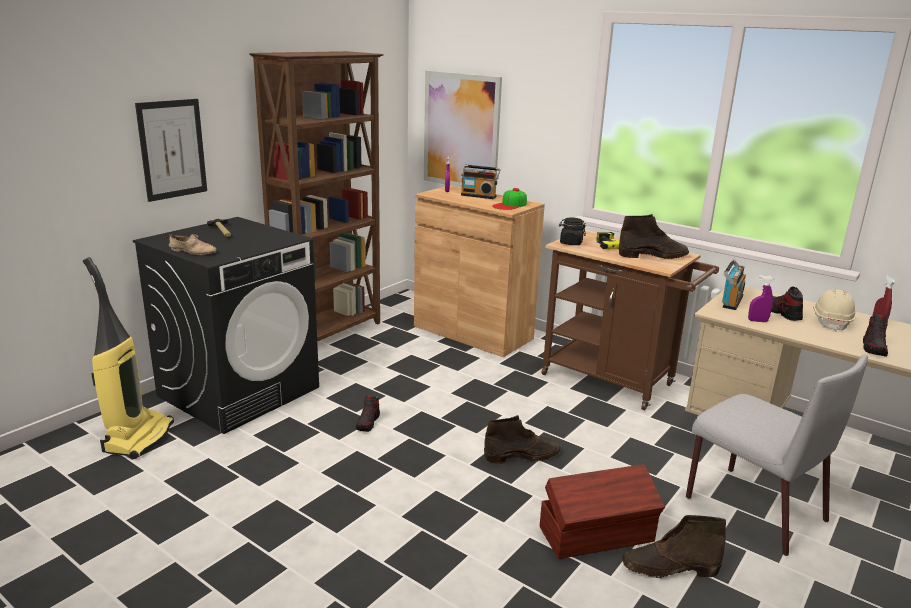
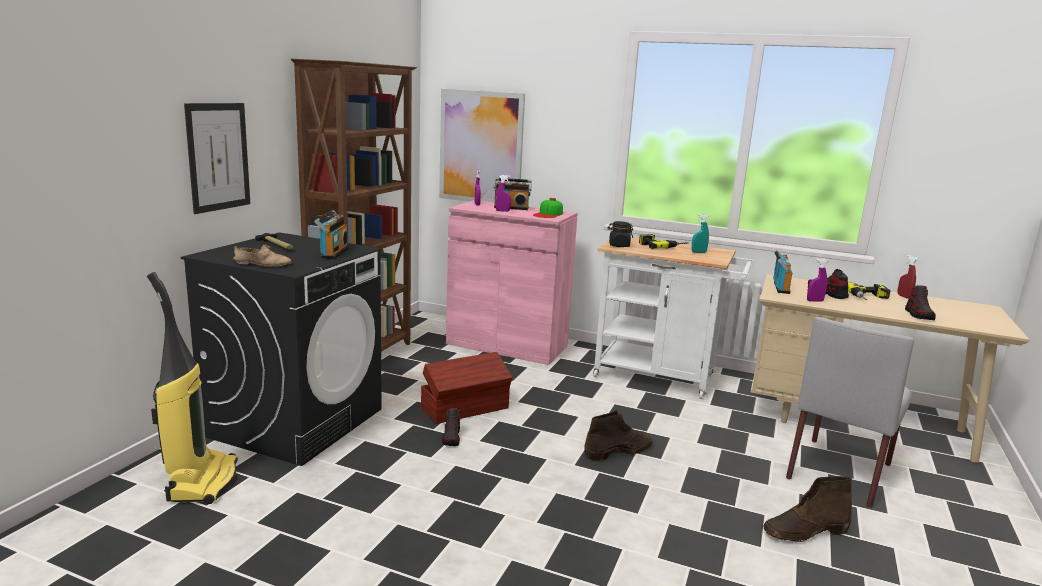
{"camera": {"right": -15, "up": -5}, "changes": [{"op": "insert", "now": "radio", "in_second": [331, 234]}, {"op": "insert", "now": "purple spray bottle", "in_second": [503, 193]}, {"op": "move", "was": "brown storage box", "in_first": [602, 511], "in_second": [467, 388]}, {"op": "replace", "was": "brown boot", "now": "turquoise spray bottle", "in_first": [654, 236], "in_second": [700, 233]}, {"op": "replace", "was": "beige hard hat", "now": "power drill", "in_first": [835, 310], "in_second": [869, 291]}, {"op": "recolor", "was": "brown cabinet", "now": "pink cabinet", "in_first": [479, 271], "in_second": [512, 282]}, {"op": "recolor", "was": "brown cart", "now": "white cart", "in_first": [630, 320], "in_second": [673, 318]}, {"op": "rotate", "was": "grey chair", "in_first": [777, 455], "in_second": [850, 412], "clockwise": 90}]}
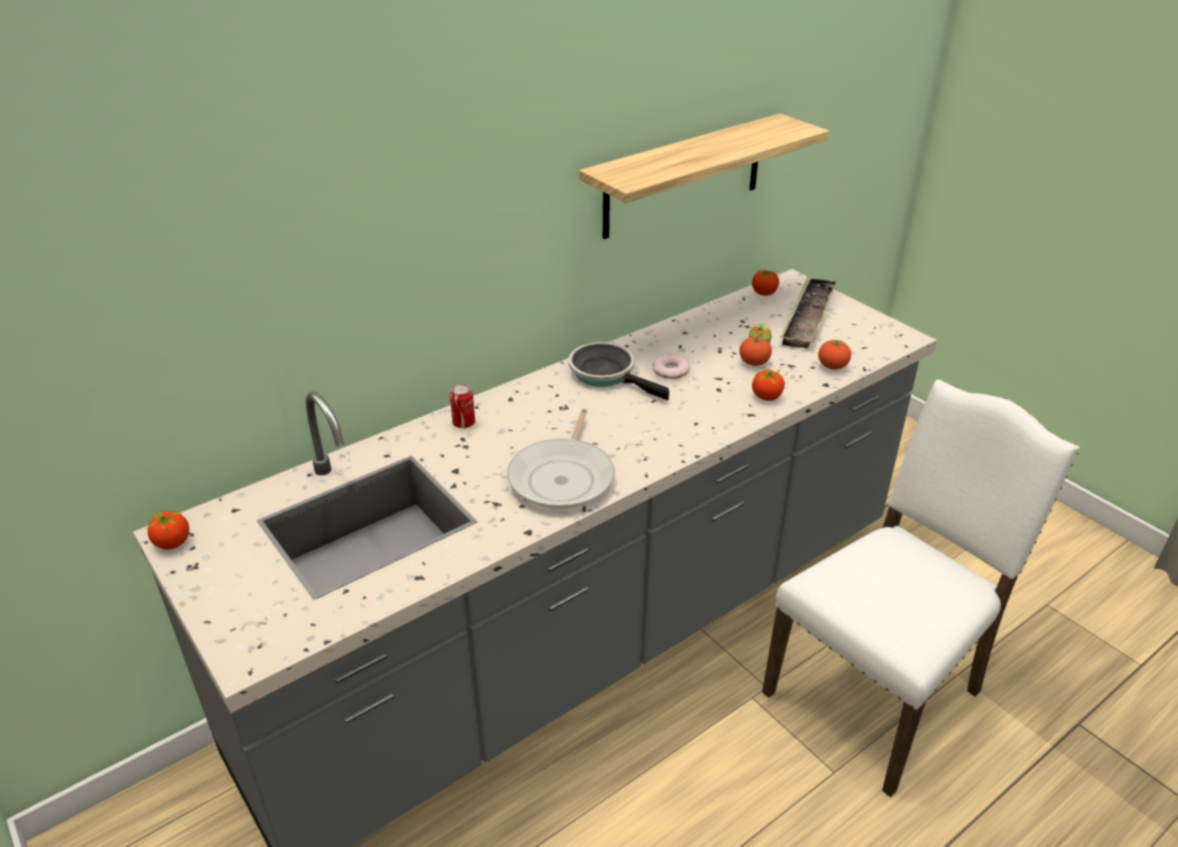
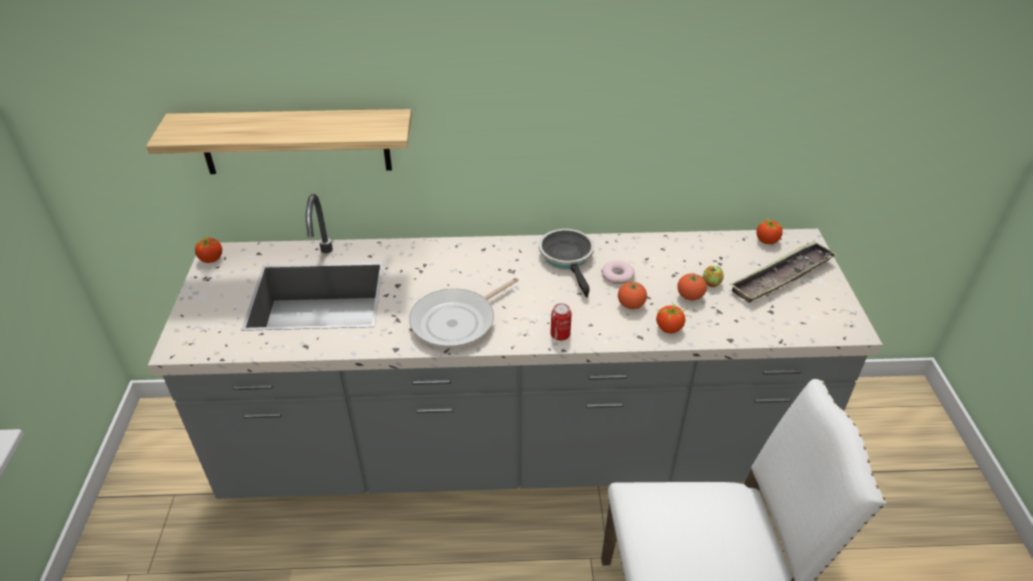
{"camera": {"right": 35, "up": 5}, "changes": [{"op": "move", "was": "can", "in_first": [462, 406], "in_second": [561, 322]}, {"op": "move", "was": "shelf", "in_first": [704, 176], "in_second": [279, 141]}, {"op": "move", "was": "tomato", "in_first": [834, 354], "in_second": [632, 295]}]}
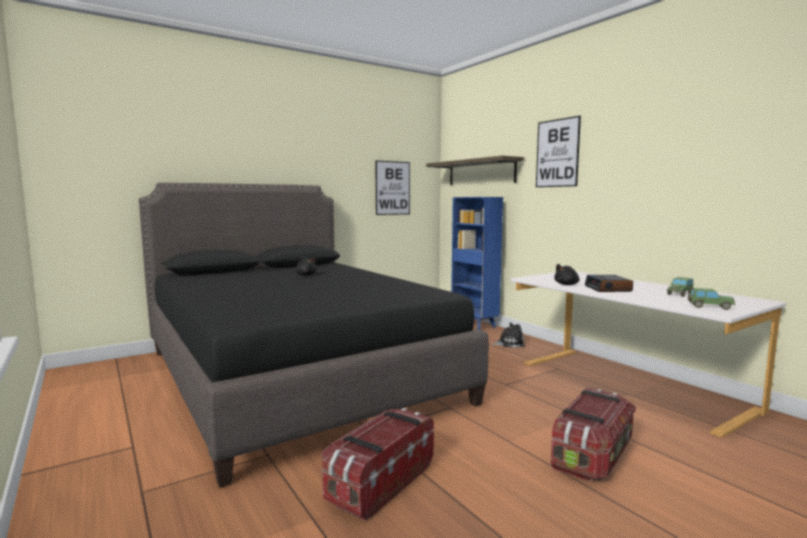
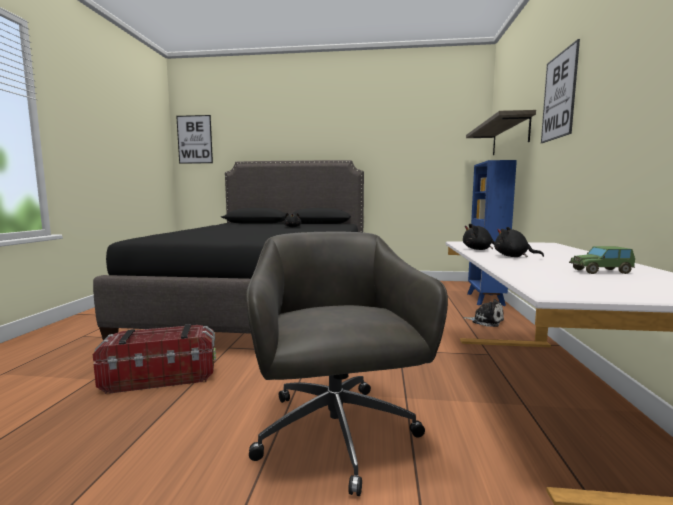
{"camera": {"right": 40, "up": 0}, "changes": [{"op": "delete", "was": "toy car", "in_first": [711, 299]}, {"op": "move", "was": "picture", "in_first": [392, 187], "in_second": [194, 139]}, {"op": "replace", "was": "storage box", "now": "grey office chair", "in_first": [593, 434], "in_second": [347, 364]}, {"op": "replace", "was": "alarm clock", "now": "black plush toy", "in_first": [609, 283], "in_second": [519, 242]}]}
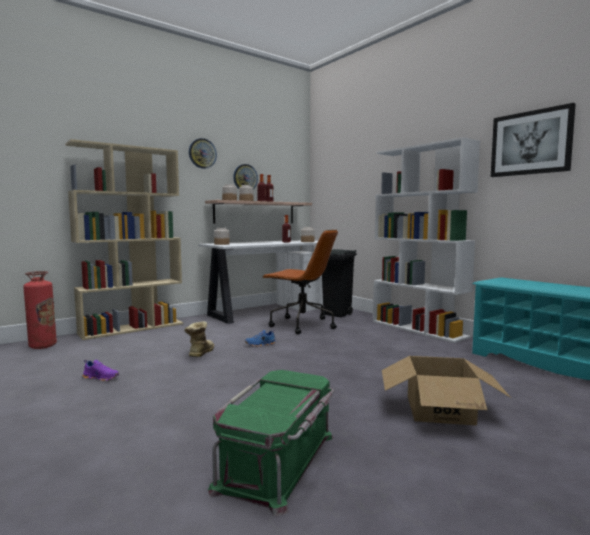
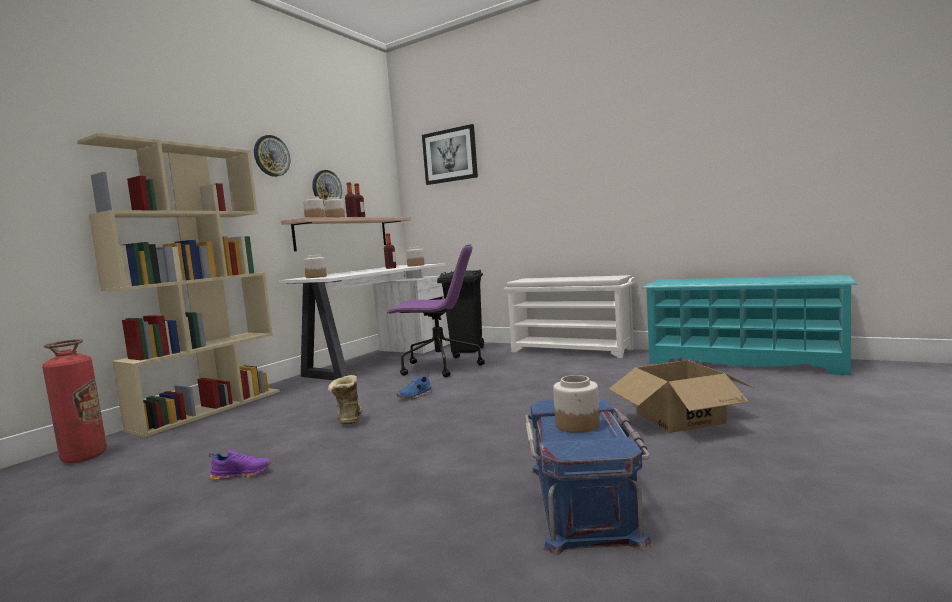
{"camera": {"right": -20, "up": 0}, "changes": [{"op": "insert", "now": "jar", "in_second": [576, 404]}, {"op": "move", "was": "picture", "in_first": [533, 140], "in_second": [450, 154]}, {"op": "replace", "was": "white bookcase", "now": "white shoe rack", "in_first": [426, 240], "in_second": [569, 316]}, {"op": "recolor", "was": "green storage box", "now": "blue storage box", "in_first": [271, 443], "in_second": [588, 477]}, {"op": "recolor", "was": "brown office chair", "now": "purple office chair", "in_first": [300, 281], "in_second": [436, 310]}]}
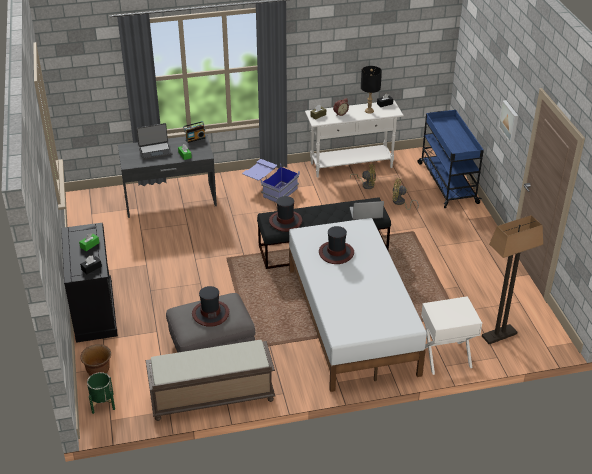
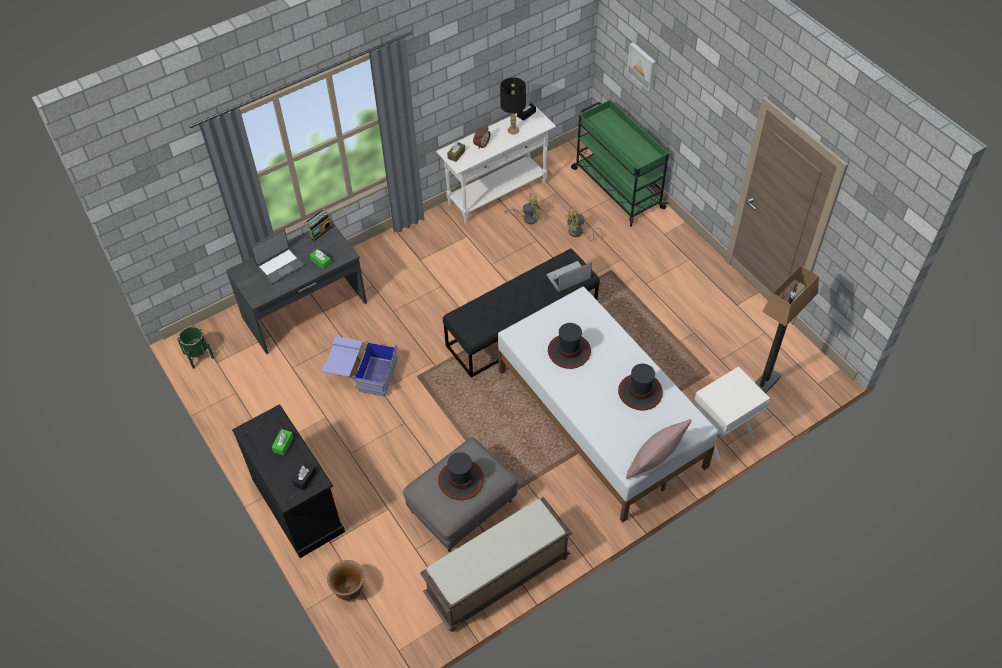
{"camera": {"right": -20, "up": 15}, "changes": [{"op": "insert", "now": "pink pillow", "in_second": [659, 449]}, {"op": "move", "was": "green planter", "in_first": [101, 393], "in_second": [195, 347]}, {"op": "move", "was": "blue storage box", "in_first": [271, 181], "in_second": [360, 366]}, {"op": "move", "was": "hat", "in_first": [285, 214], "in_second": [640, 387]}, {"op": "move", "was": "picture", "in_first": [508, 121], "in_second": [641, 66]}, {"op": "recolor", "was": "blue cart", "now": "green cart", "in_first": [451, 159], "in_second": [620, 163]}]}
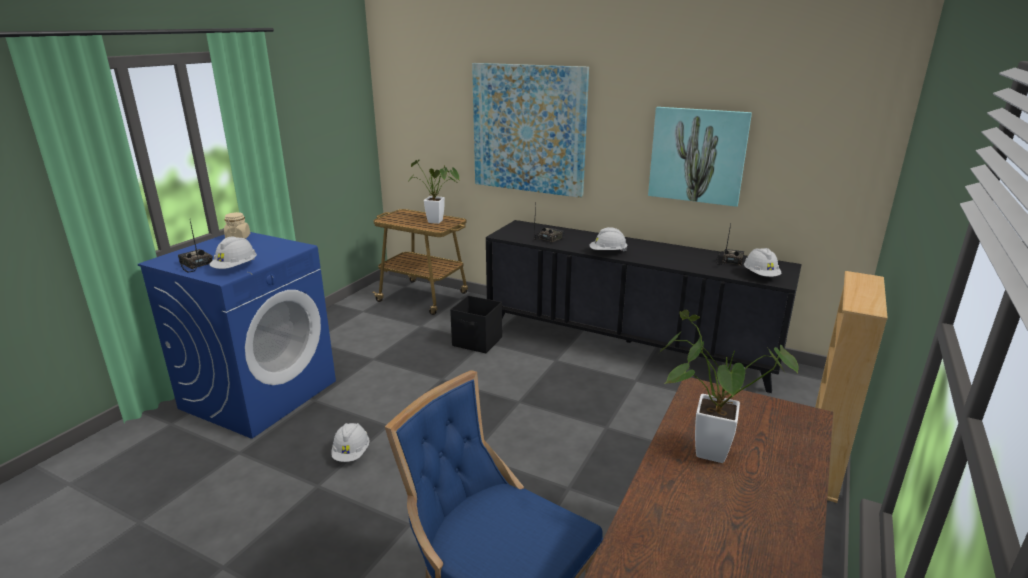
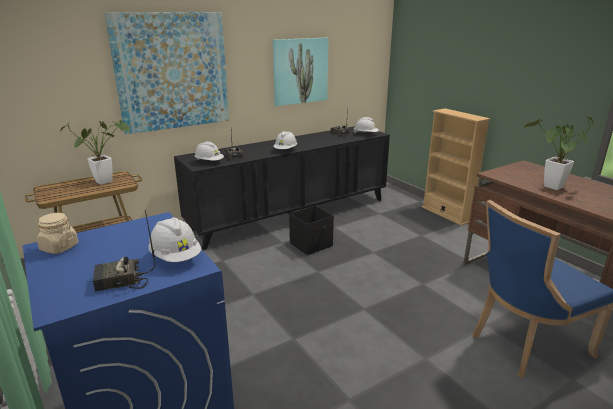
{"camera": {"right": -60, "up": 0}, "changes": [{"op": "move", "was": "white hard hat", "in_first": [350, 442], "in_second": [209, 151]}, {"op": "move", "was": "black storage box", "in_first": [476, 324], "in_second": [311, 230]}]}
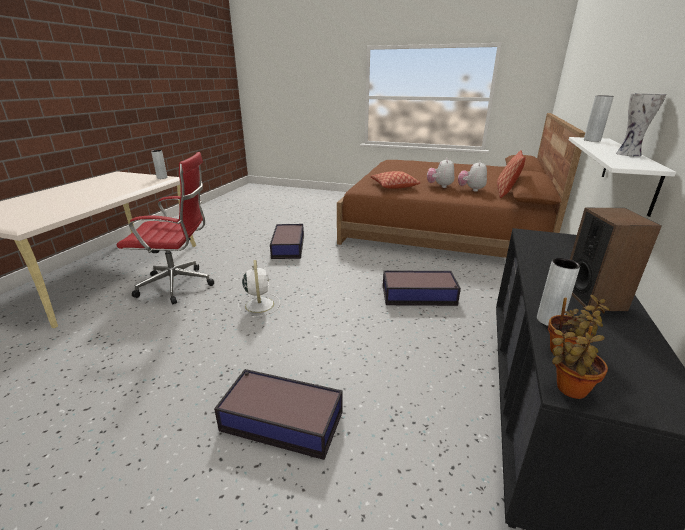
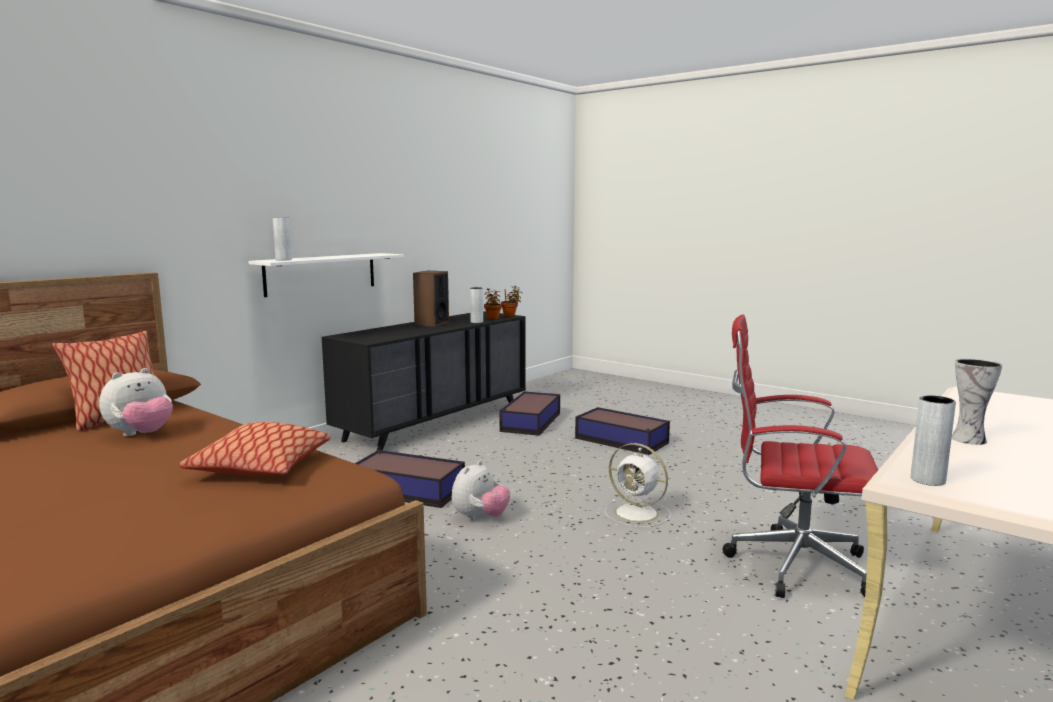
{"camera": {"right": -160, "up": -15}, "changes": [{"op": "move", "was": "storage box", "in_first": [287, 241], "in_second": [529, 413]}, {"op": "move", "was": "plush toy", "in_first": [440, 173], "in_second": [481, 490]}, {"op": "move", "was": "vase", "in_first": [641, 124], "in_second": [977, 401]}, {"op": "rotate", "was": "white fan", "in_first": [259, 289], "in_second": [637, 485], "clockwise": -60}]}
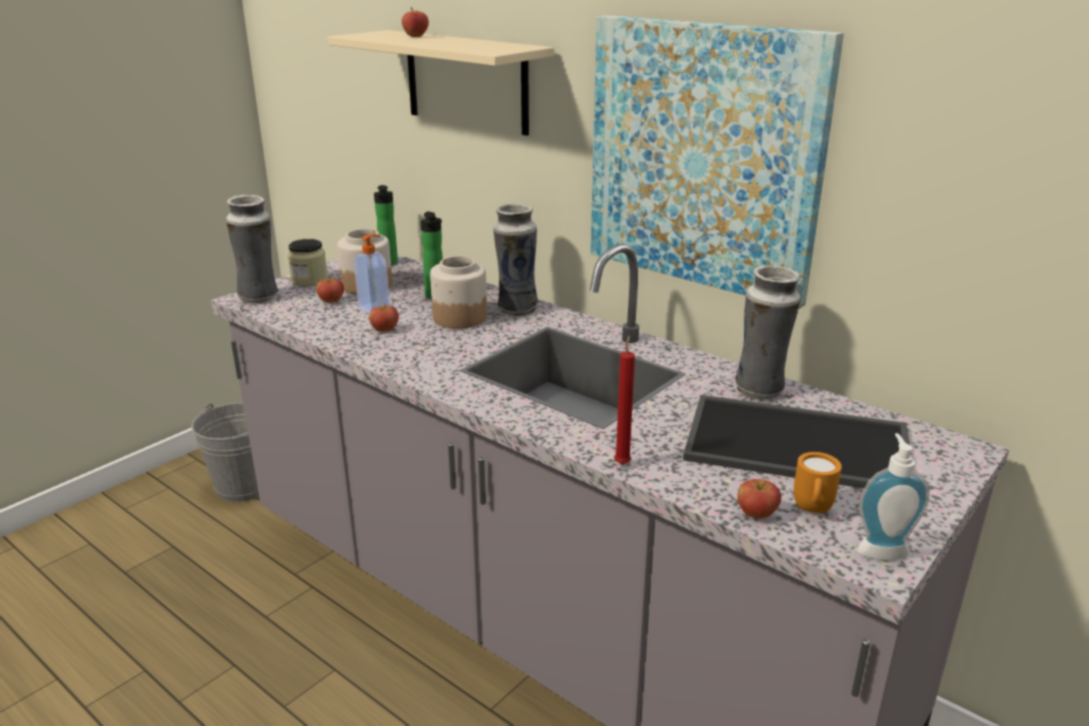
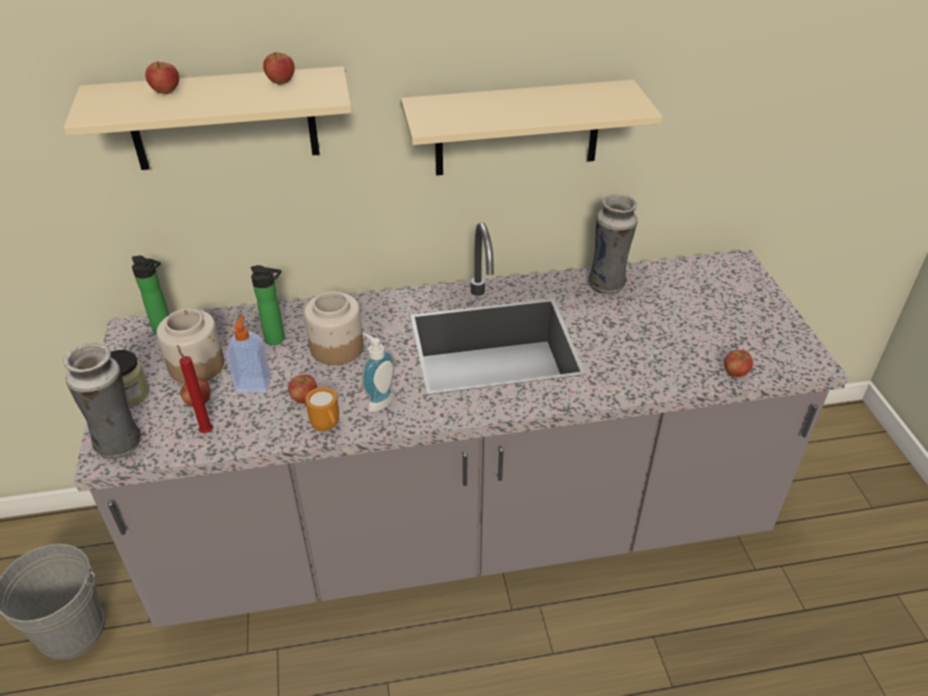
{"camera": {"right": -50, "up": 15}, "changes": [{"op": "delete", "was": "vase", "in_first": [515, 260]}, {"op": "delete", "was": "tray", "in_first": [797, 442]}, {"op": "insert", "now": "apple", "in_second": [279, 68]}, {"op": "move", "was": "red candle", "in_first": [624, 400], "in_second": [195, 389]}, {"op": "move", "was": "orange mug", "in_first": [818, 482], "in_second": [322, 409]}, {"op": "move", "was": "soap dispenser", "in_first": [893, 496], "in_second": [378, 372]}, {"op": "replace", "was": "picture", "now": "beige shelf", "in_first": [717, 162], "in_second": [532, 128]}]}
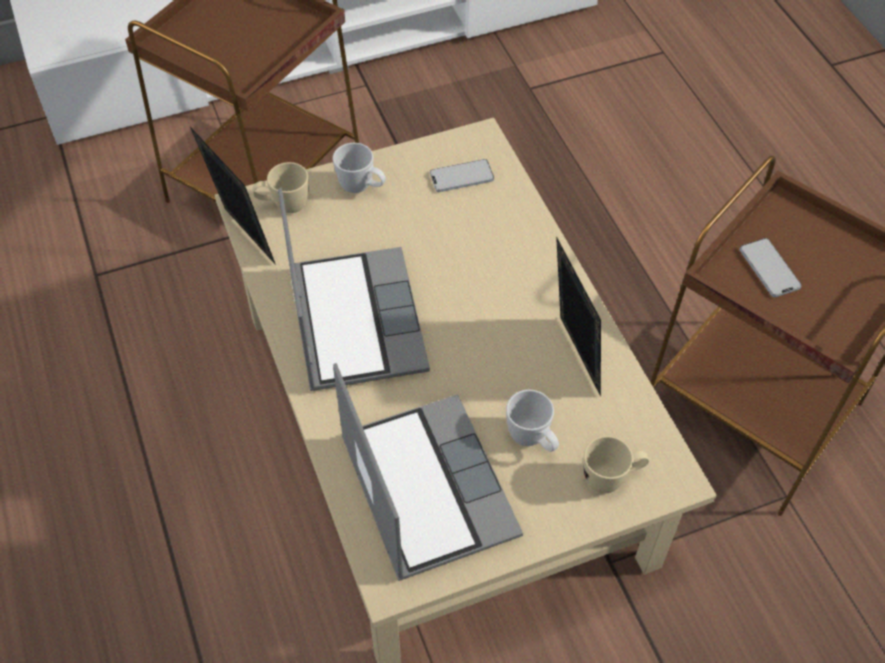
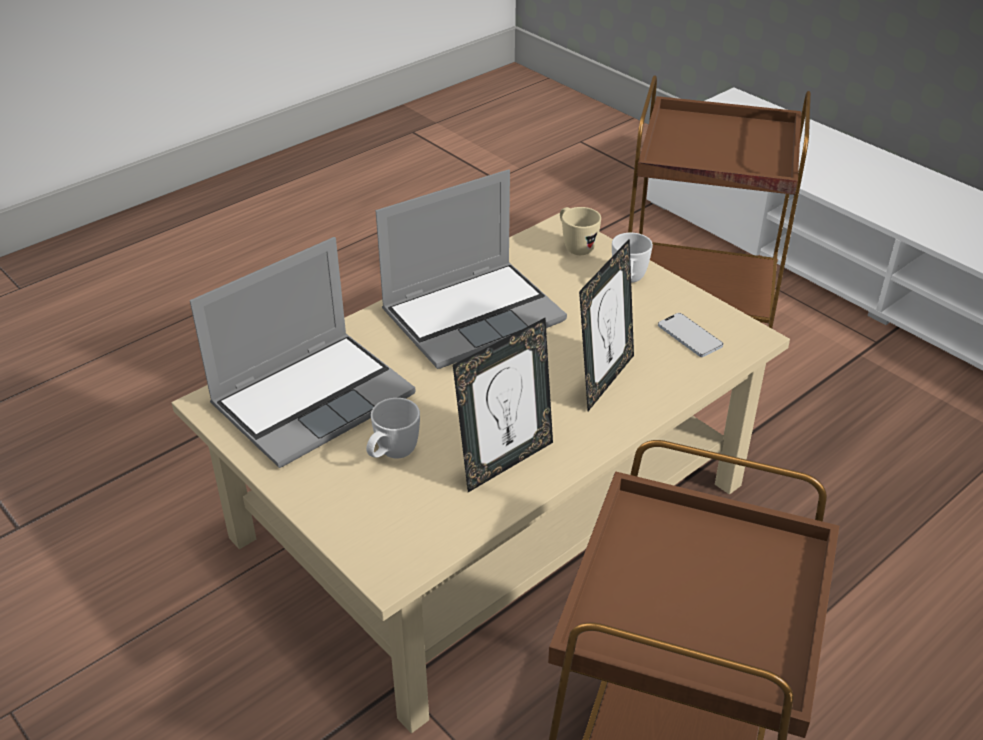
{"camera": {"right": 70, "up": -15}, "changes": [{"op": "delete", "was": "beige mug", "in_first": [616, 464]}, {"op": "delete", "was": "phone", "in_first": [771, 267]}, {"op": "move", "was": "picture frame", "in_first": [233, 196], "in_second": [606, 324]}]}
